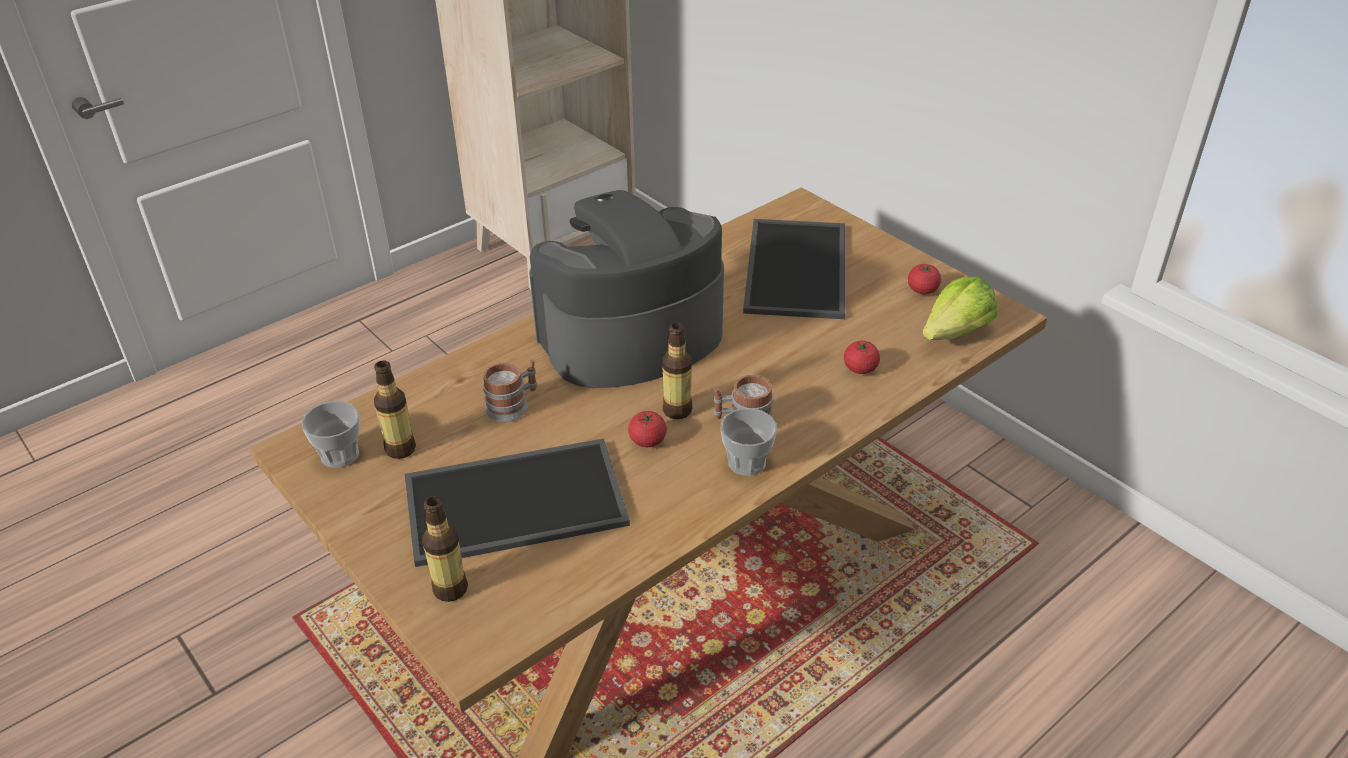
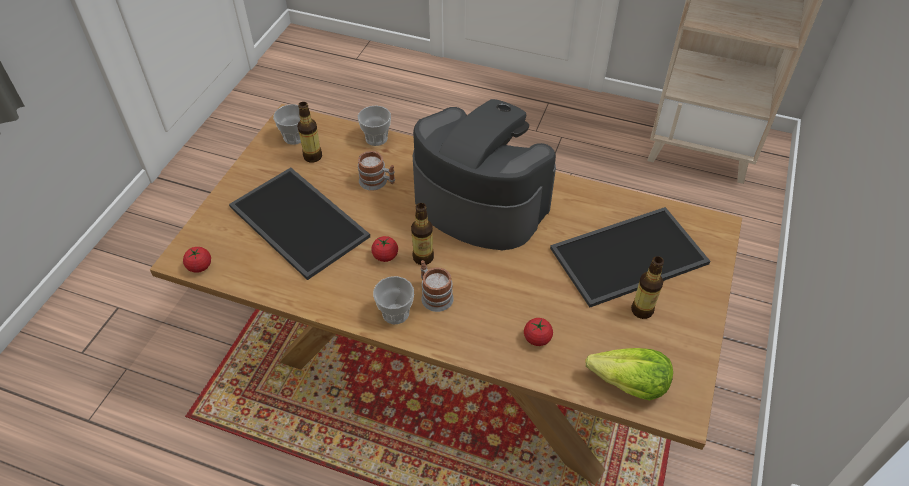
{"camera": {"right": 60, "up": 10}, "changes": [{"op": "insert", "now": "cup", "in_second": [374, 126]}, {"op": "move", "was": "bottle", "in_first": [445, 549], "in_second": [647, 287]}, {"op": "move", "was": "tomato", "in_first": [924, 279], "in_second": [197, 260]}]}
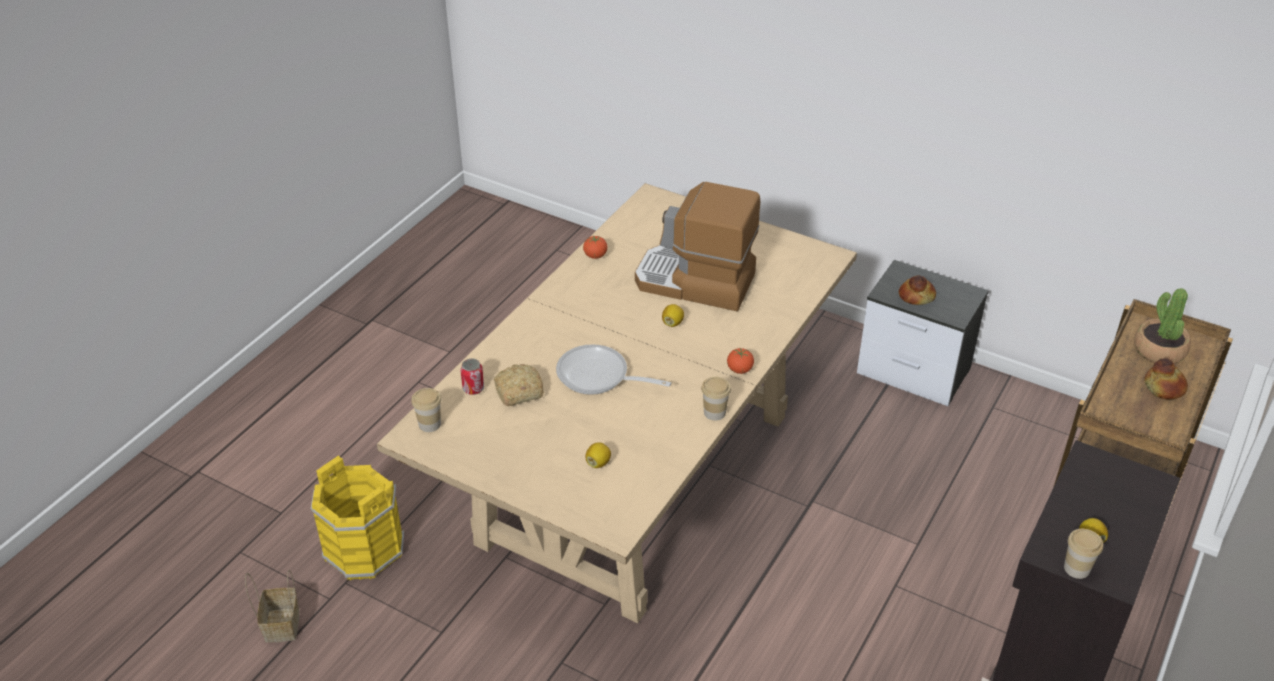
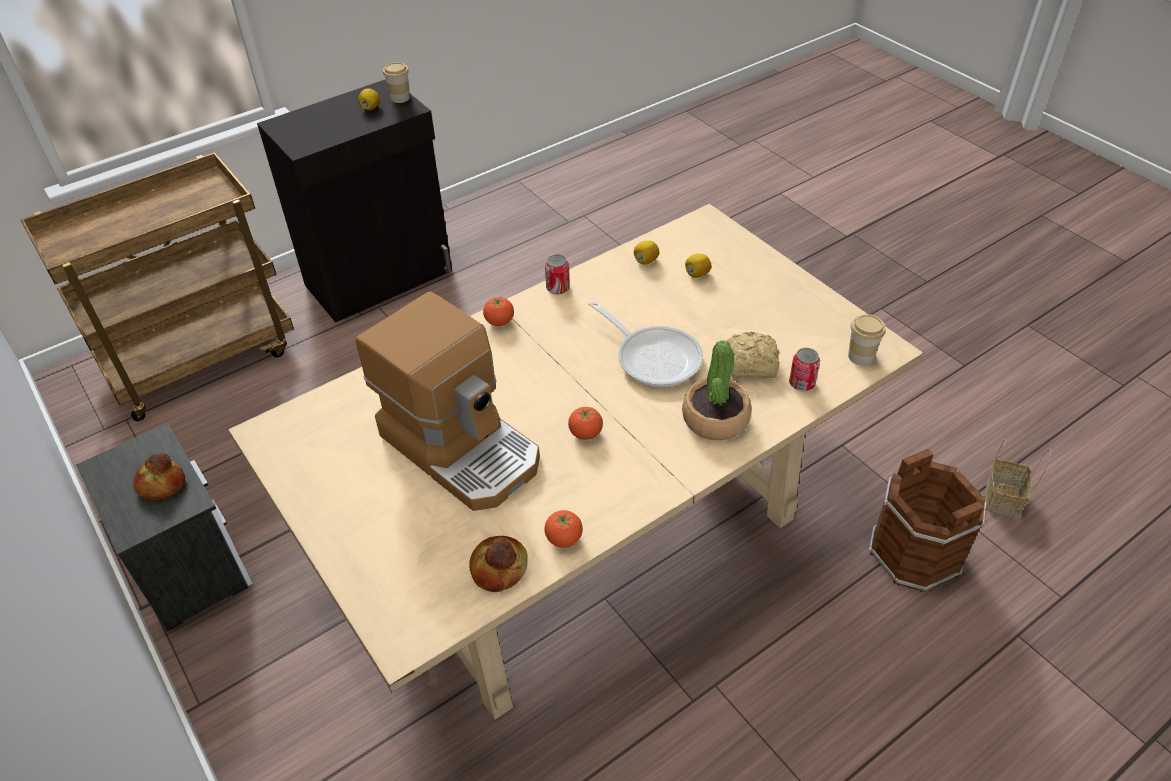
{"camera": {"right": -155, "up": 5}, "changes": [{"op": "insert", "now": "tomato", "in_second": [585, 423]}, {"op": "move", "was": "lemon", "in_first": [673, 315], "in_second": [646, 252]}, {"op": "move", "was": "potted plant", "in_first": [1162, 326], "in_second": [717, 390]}, {"op": "move", "was": "bread", "in_first": [1166, 378], "in_second": [498, 564]}, {"op": "replace", "was": "cup", "now": "can", "in_first": [716, 399], "in_second": [557, 274]}, {"op": "recolor", "was": "yellow bucket", "now": "brown bucket", "in_first": [357, 518], "in_second": [927, 520]}]}
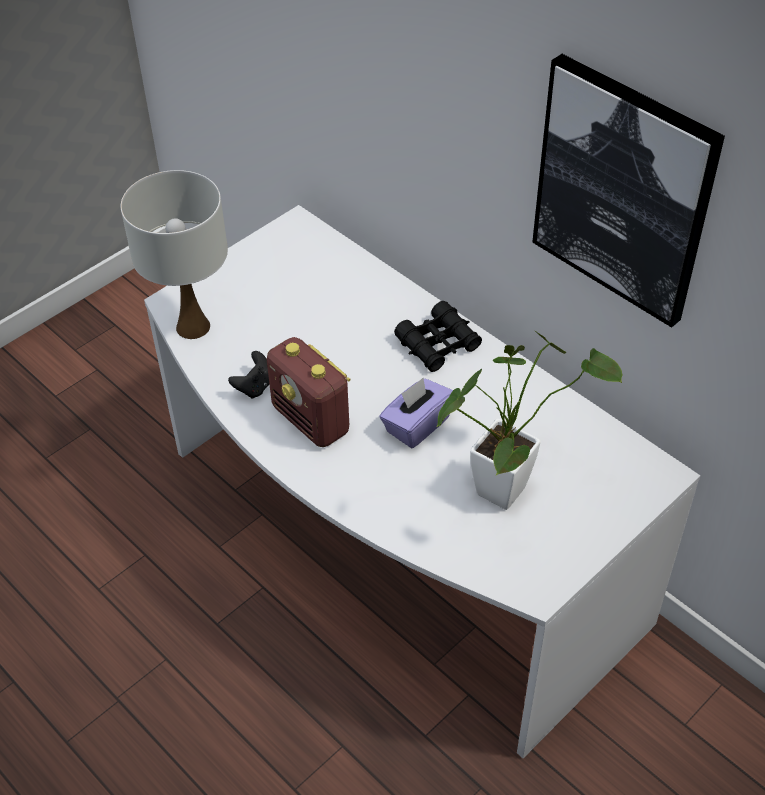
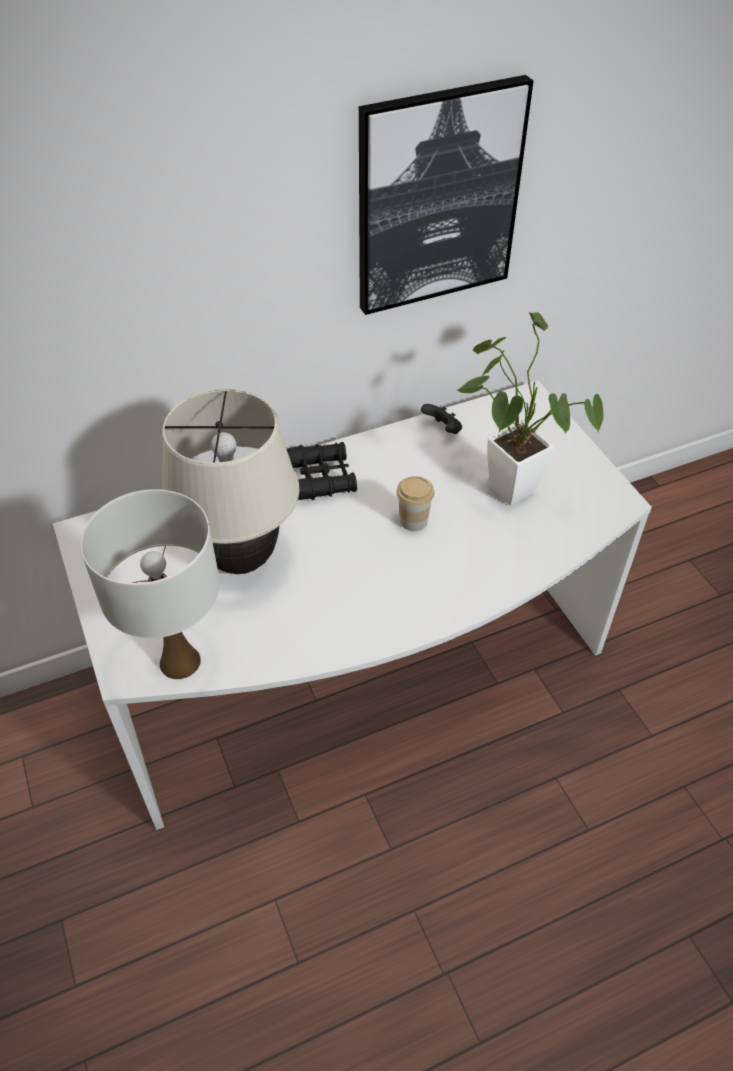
{"camera": {"right": -70, "up": 0}, "changes": [{"op": "delete", "was": "radio", "in_first": [309, 392]}, {"op": "insert", "now": "beige table lamp", "in_second": [230, 481]}, {"op": "move", "was": "black game controller", "in_first": [248, 375], "in_second": [441, 419]}, {"op": "replace", "was": "purple tissue box", "now": "cup", "in_first": [416, 413], "in_second": [415, 503]}]}
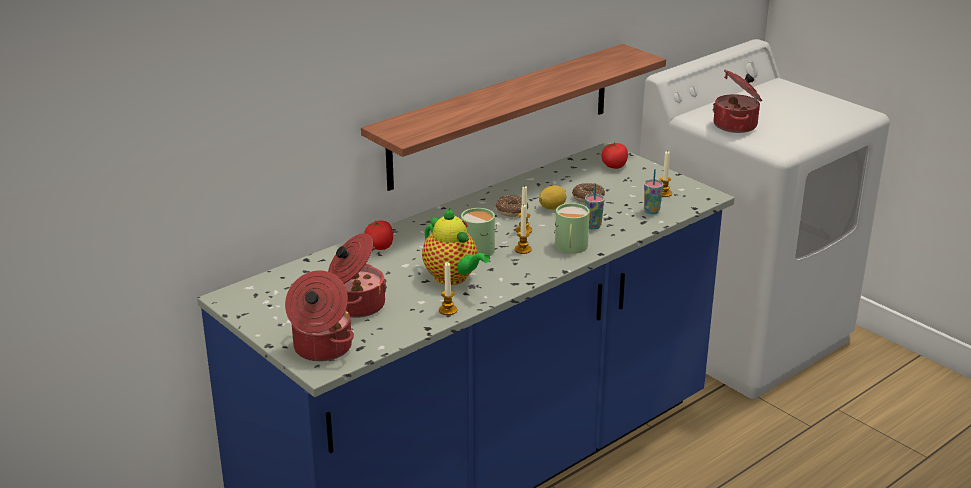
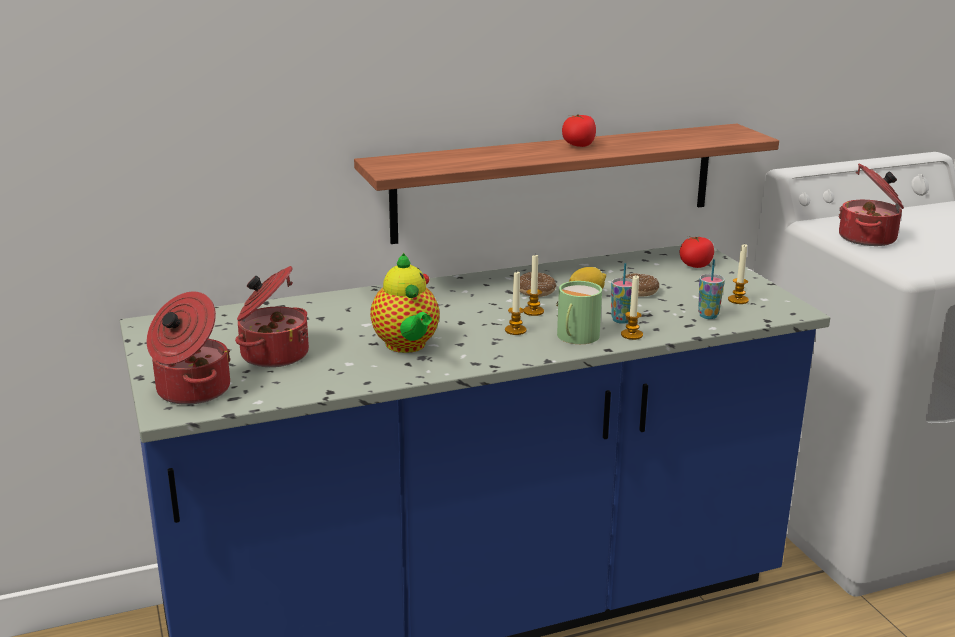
{"camera": {"right": 20, "up": -5}, "changes": [{"op": "delete", "was": "green mug", "in_first": [479, 232]}, {"op": "move", "was": "tomato", "in_first": [378, 235], "in_second": [579, 131]}, {"op": "move", "was": "candle", "in_first": [448, 288], "in_second": [632, 307]}]}
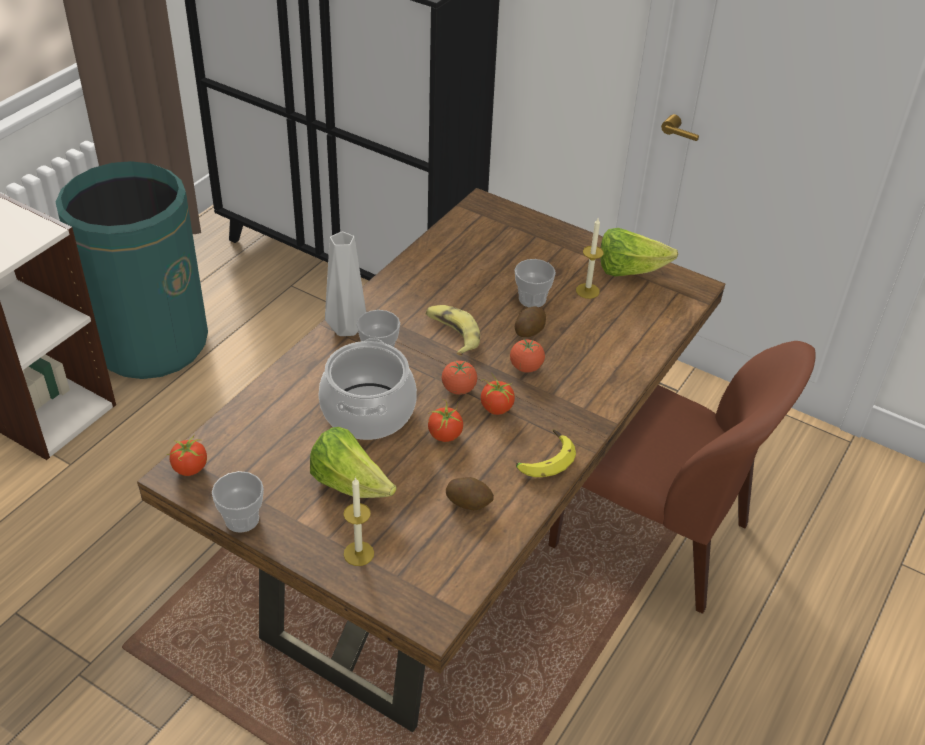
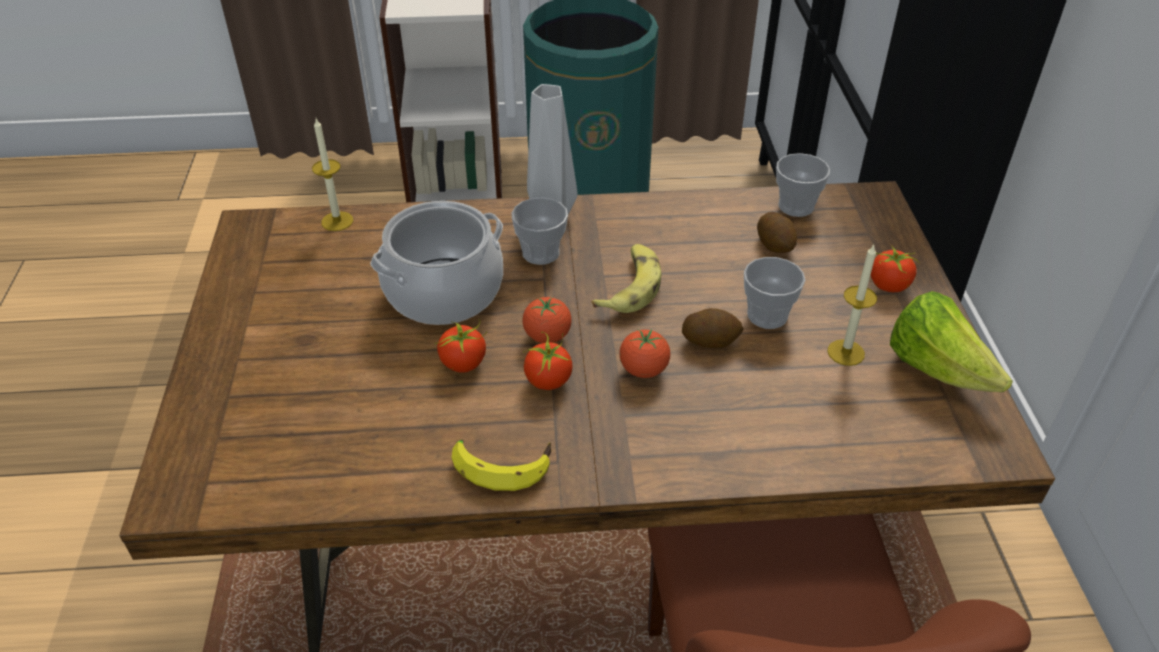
{"camera": {"right": 55, "up": 0}, "changes": [{"op": "delete", "was": "lettuce", "in_first": [353, 462]}, {"op": "move", "was": "tomato", "in_first": [187, 456], "in_second": [895, 269]}, {"op": "move", "was": "cup", "in_first": [238, 501], "in_second": [803, 185]}, {"op": "move", "was": "candle", "in_first": [359, 521], "in_second": [332, 175]}, {"op": "move", "was": "potato", "in_first": [470, 494], "in_second": [777, 232]}]}
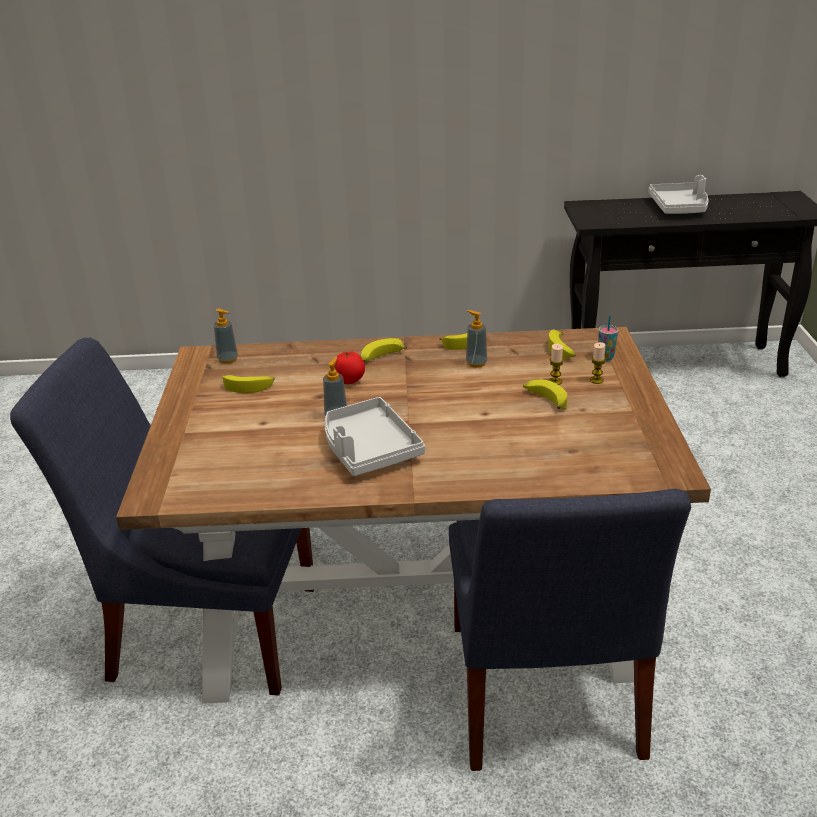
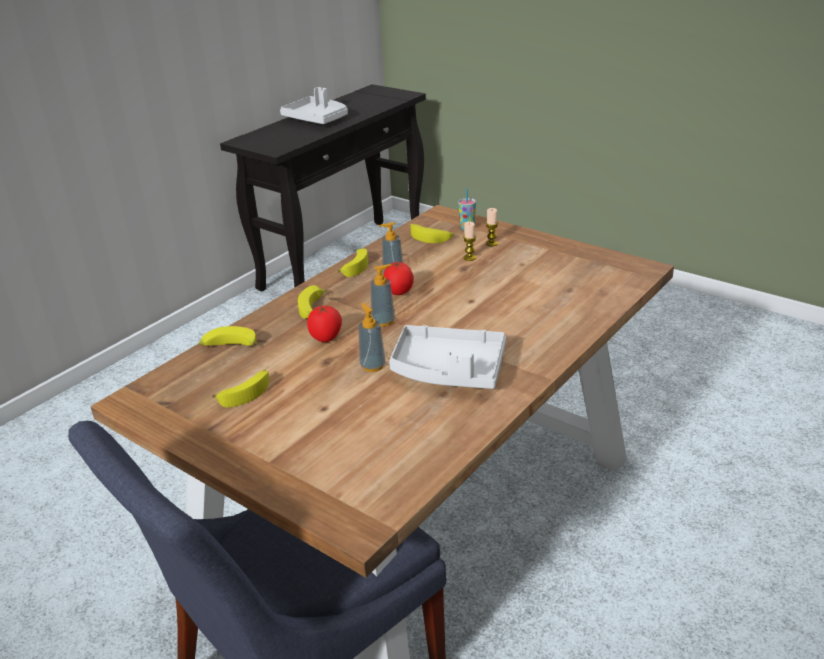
{"camera": {"right": -50, "up": 0}, "changes": [{"op": "delete", "was": "blue chair", "in_first": [570, 630]}, {"op": "insert", "now": "tomato", "in_second": [399, 278]}, {"op": "move", "was": "soap dispenser", "in_first": [226, 336], "in_second": [382, 295]}, {"op": "move", "was": "banana", "in_first": [545, 394], "in_second": [228, 336]}]}
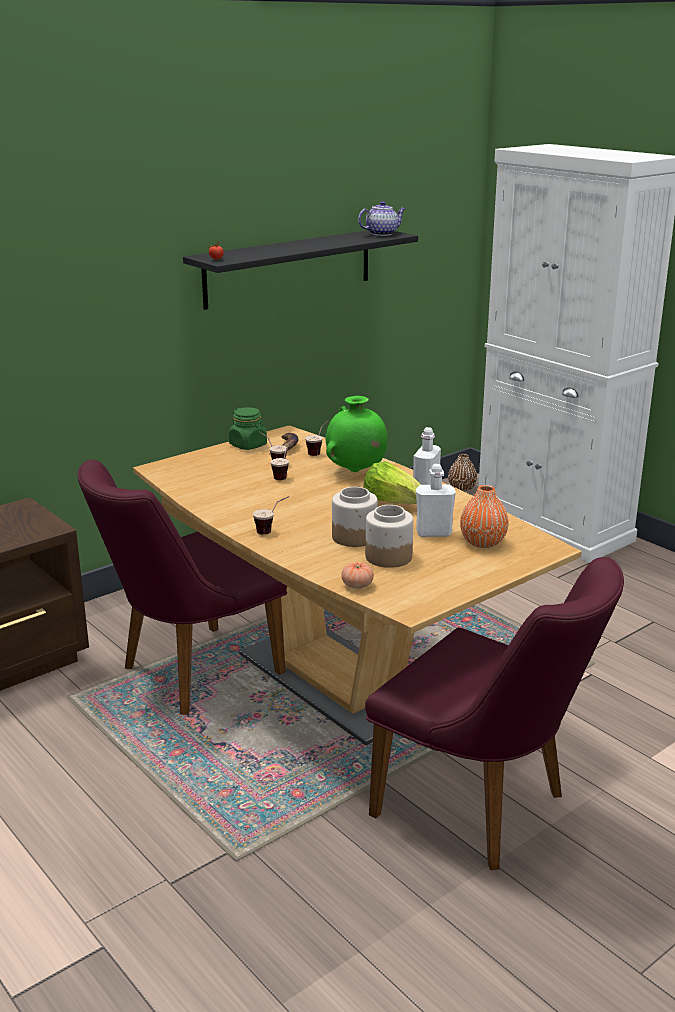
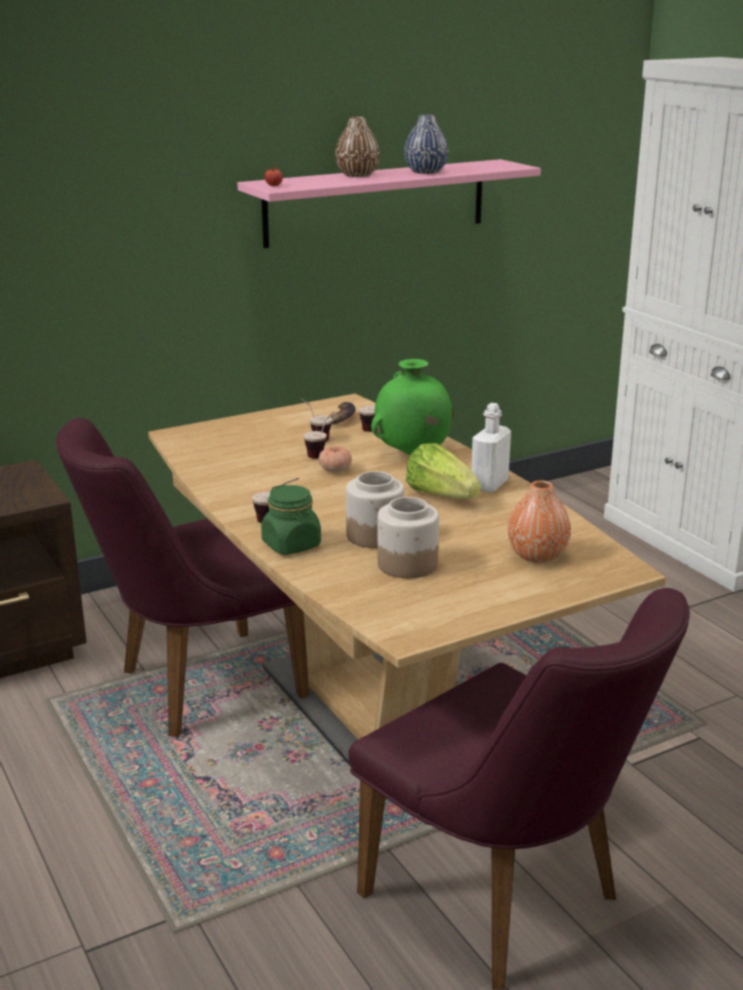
{"camera": {"right": 10, "up": 0}, "changes": [{"op": "delete", "was": "teapot", "in_first": [382, 218]}, {"op": "delete", "was": "white bottle", "in_first": [436, 500]}, {"op": "insert", "now": "blue vase", "in_second": [426, 144]}, {"op": "move", "was": "green jar", "in_first": [248, 428], "in_second": [291, 520]}, {"op": "move", "was": "tomato", "in_first": [357, 575], "in_second": [335, 459]}, {"op": "move", "was": "brown vase", "in_first": [462, 472], "in_second": [357, 147]}, {"op": "recolor", "was": "black shelf", "now": "pink shelf", "in_first": [300, 270], "in_second": [389, 203]}]}
